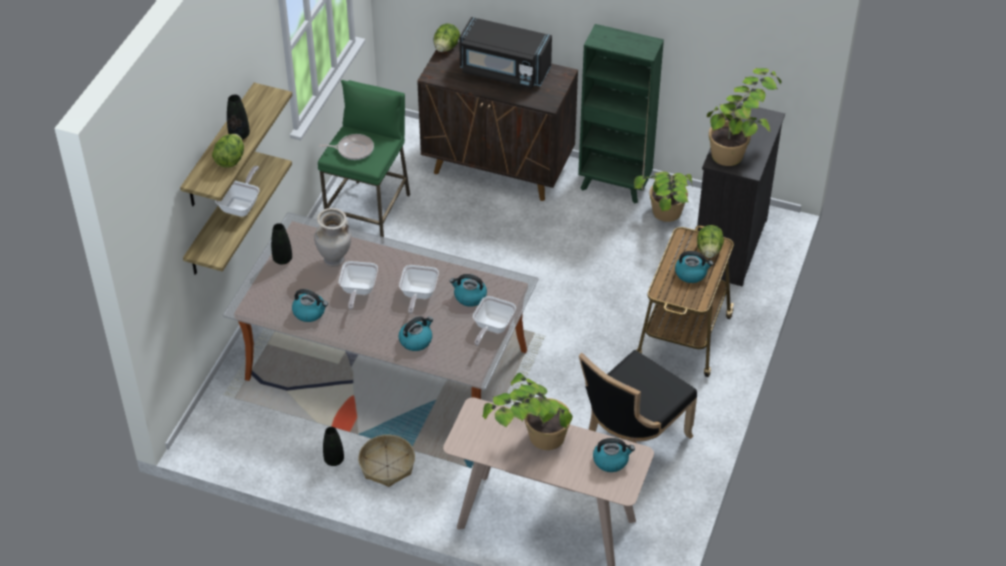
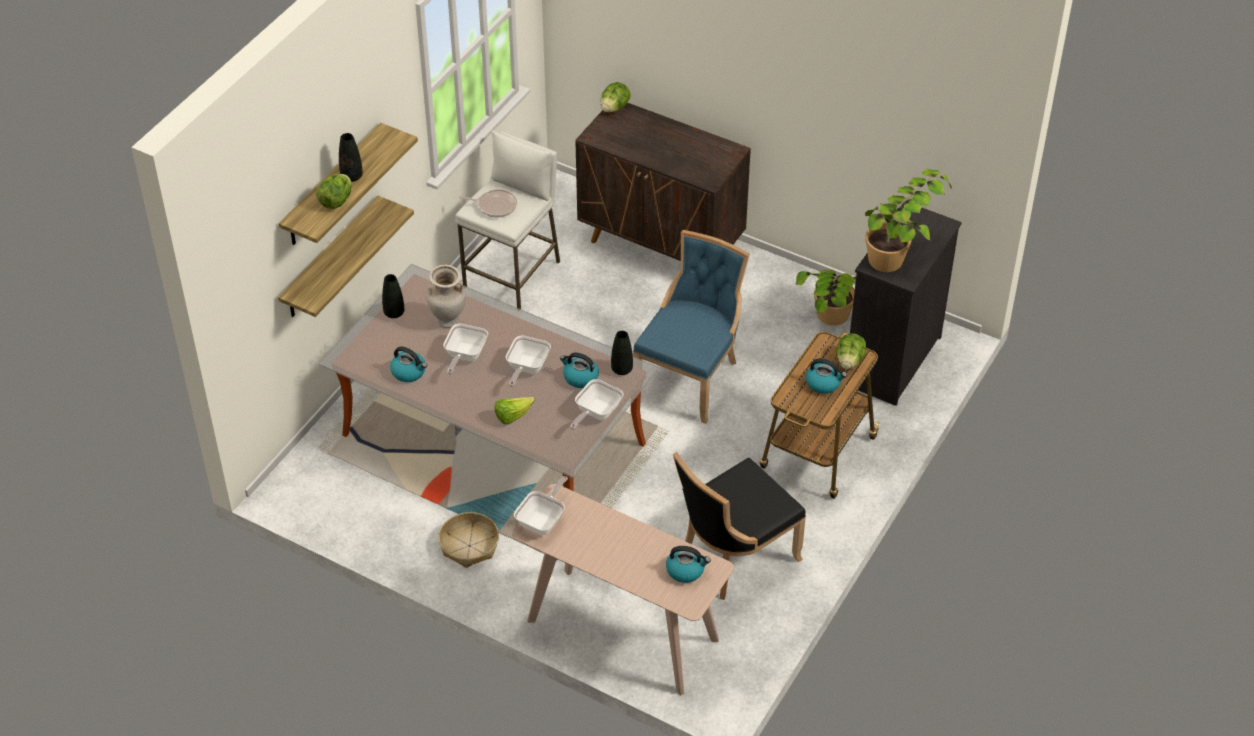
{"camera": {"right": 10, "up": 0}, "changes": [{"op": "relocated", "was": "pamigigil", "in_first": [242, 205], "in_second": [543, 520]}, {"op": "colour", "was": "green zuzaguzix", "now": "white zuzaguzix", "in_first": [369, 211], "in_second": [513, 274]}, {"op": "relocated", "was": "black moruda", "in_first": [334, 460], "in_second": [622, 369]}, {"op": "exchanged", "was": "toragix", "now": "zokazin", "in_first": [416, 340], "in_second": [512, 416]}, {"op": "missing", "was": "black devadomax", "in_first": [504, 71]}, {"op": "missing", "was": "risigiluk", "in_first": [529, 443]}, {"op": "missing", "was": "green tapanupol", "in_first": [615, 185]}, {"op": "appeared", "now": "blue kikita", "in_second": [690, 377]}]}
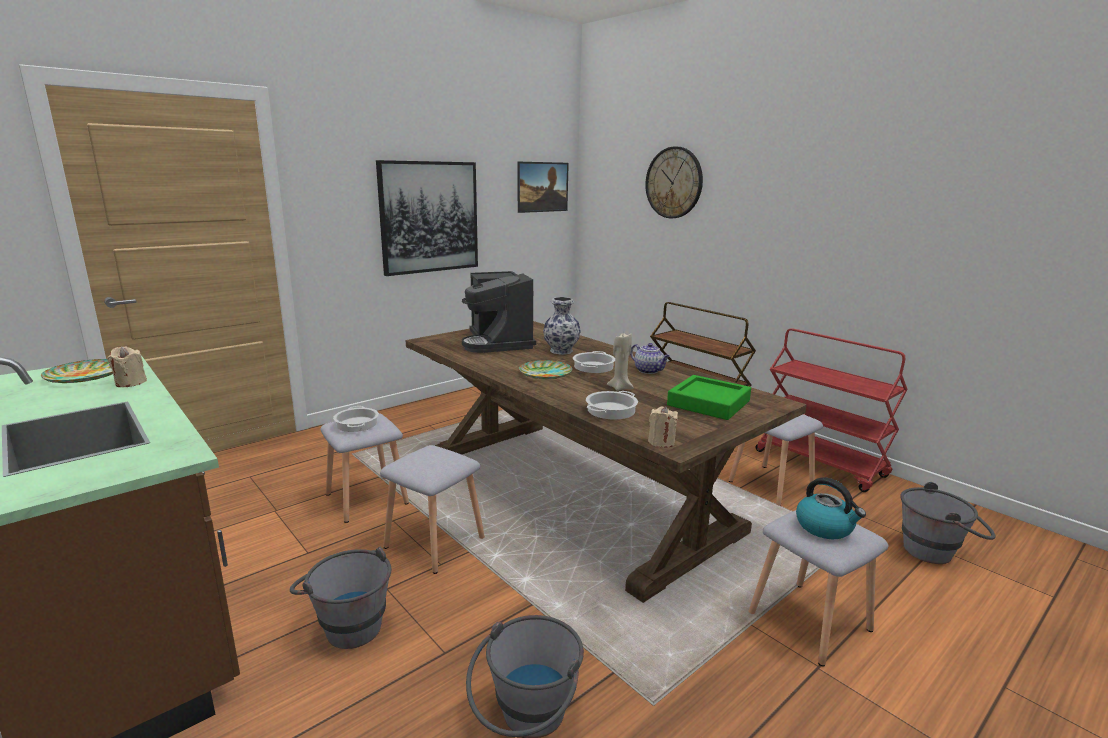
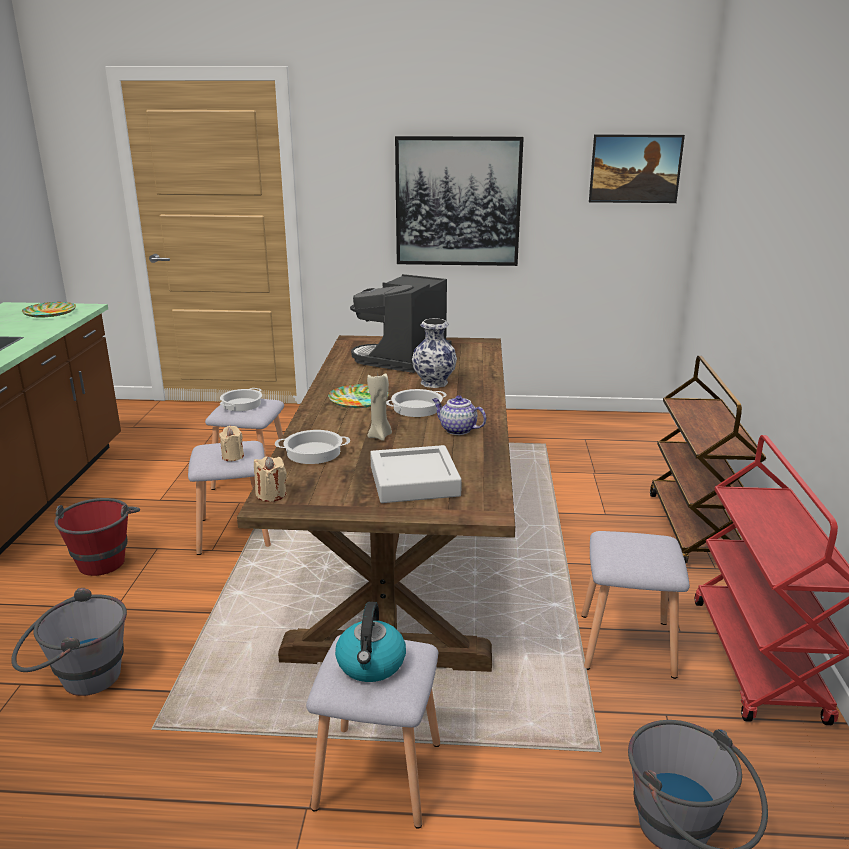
{"camera": {"right": 45, "up": 5}, "changes": [{"op": "relocated", "was": "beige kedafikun", "in_first": [130, 383], "in_second": [233, 456]}, {"op": "colour", "was": "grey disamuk", "now": "red disamuk", "in_first": [347, 624], "in_second": [104, 557]}, {"op": "spun", "was": "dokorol", "in_first": [649, 371], "in_second": [457, 430], "clockwise": 120}, {"op": "missing", "was": "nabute", "in_first": [674, 183]}, {"op": "colour", "was": "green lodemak", "now": "grey lodemak", "in_first": [708, 403], "in_second": [414, 481]}]}
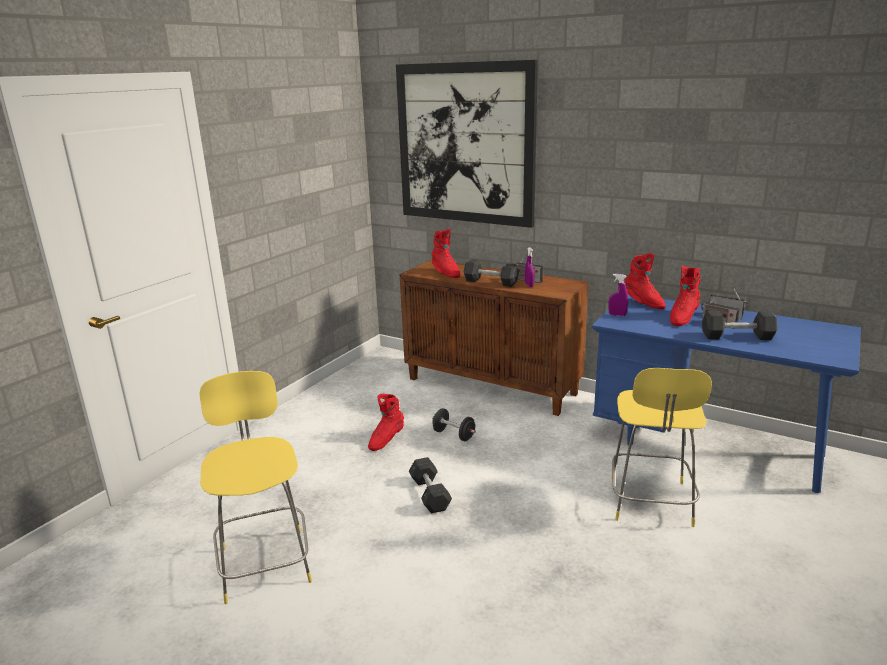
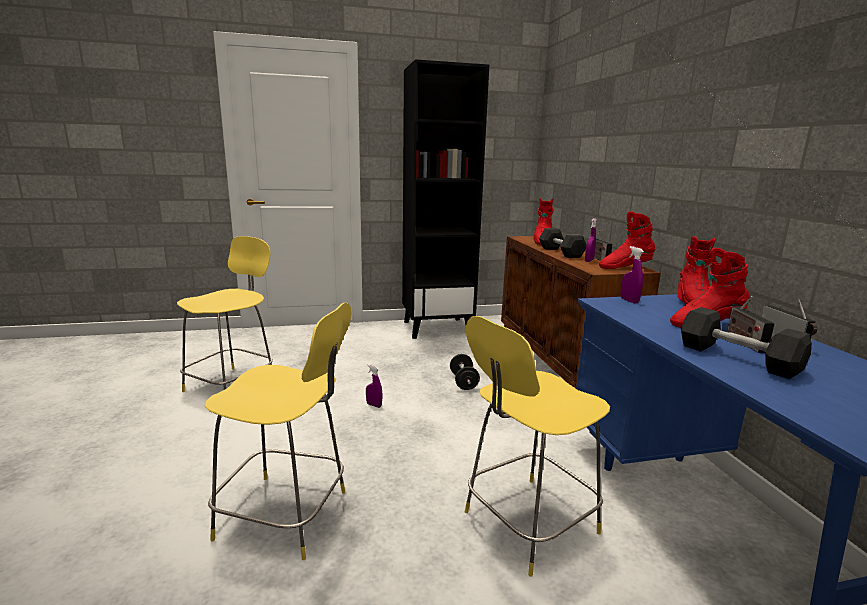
{"camera": {"right": 45, "up": -5}, "changes": [{"op": "relocated", "was": "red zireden", "in_first": [386, 440], "in_second": [624, 267]}, {"op": "missing", "was": "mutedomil", "in_first": [465, 144]}, {"op": "exchanged", "was": "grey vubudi", "now": "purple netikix", "in_first": [430, 494], "in_second": [374, 405]}, {"op": "appeared", "now": "yellow zuzaguzix", "in_second": [287, 515]}, {"op": "appeared", "now": "black tapanupol", "in_second": [437, 328]}]}
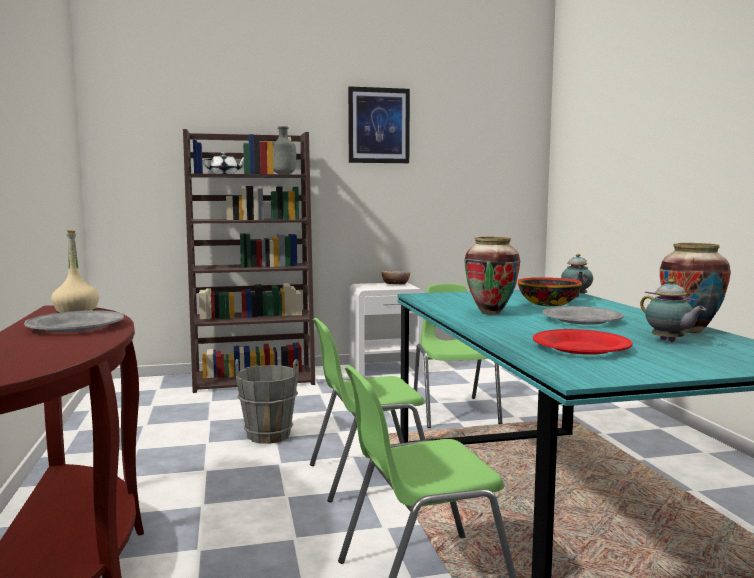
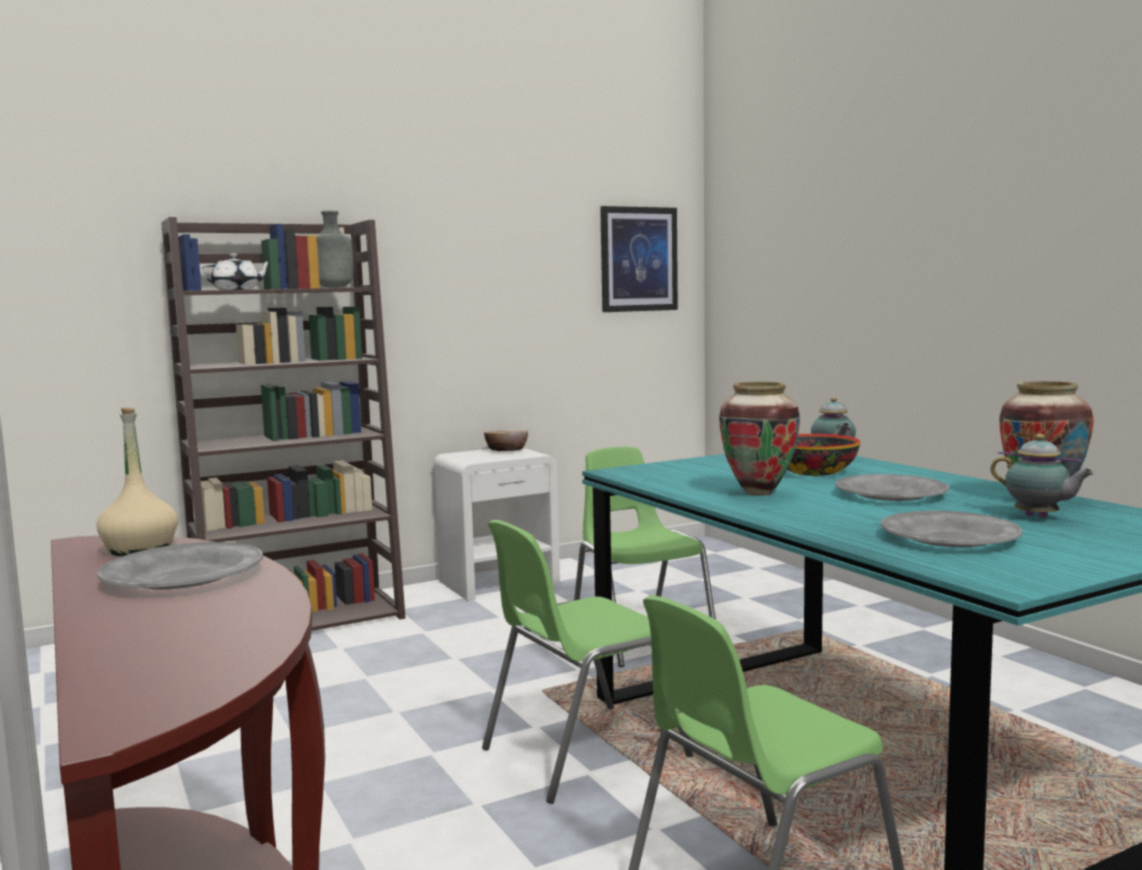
{"camera": {"right": -15, "up": 0}, "changes": [{"op": "missing", "was": "grey disamuk", "in_first": [268, 435]}, {"op": "relocated", "was": "mutedomil", "in_first": [378, 125], "in_second": [638, 259]}, {"op": "colour", "was": "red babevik", "now": "grey babevik", "in_first": [580, 348], "in_second": [949, 537]}]}
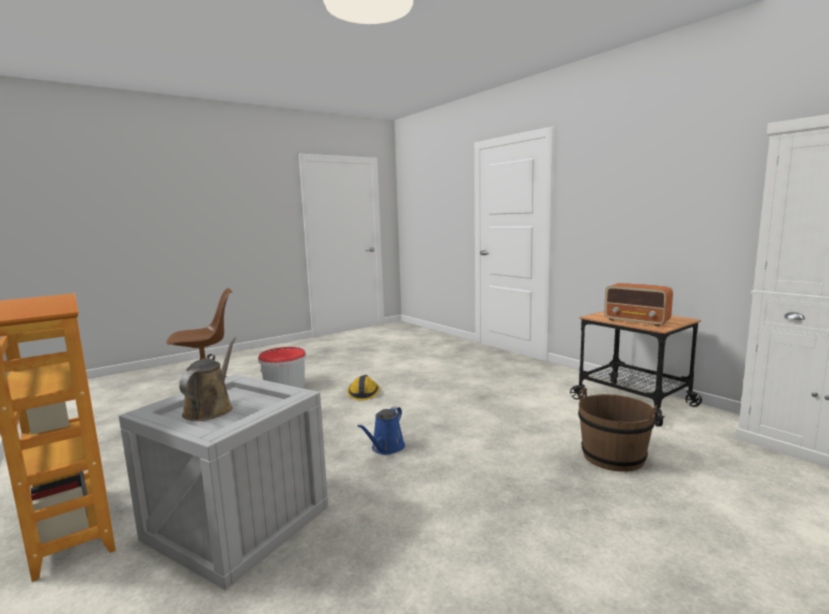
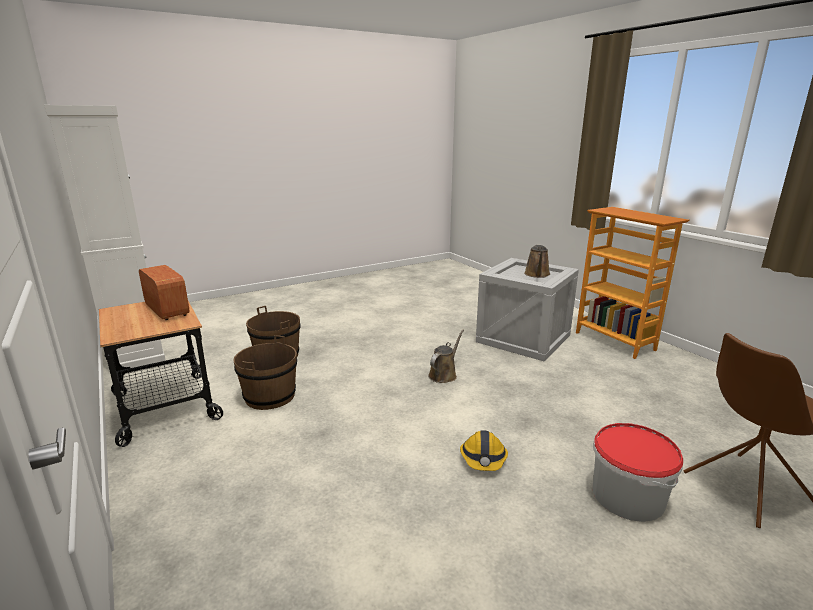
{"camera": {"right": -175, "up": 10}, "changes": [{"op": "colour", "was": "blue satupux", "now": "brown satupux", "in_first": [386, 448], "in_second": [444, 374]}, {"op": "appeared", "now": "brown disamuk", "in_second": [269, 396]}]}
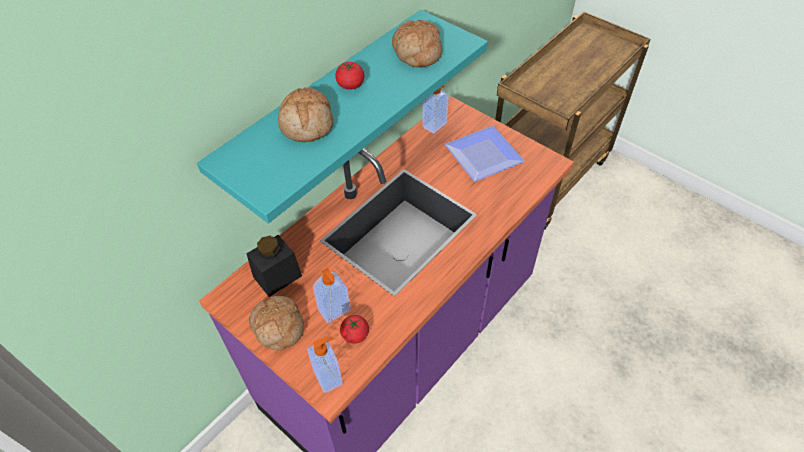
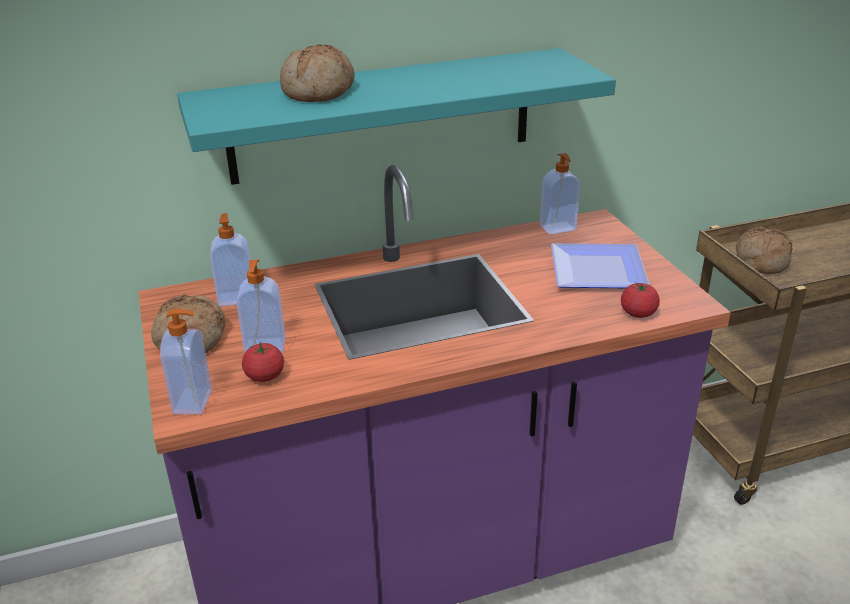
{"camera": {"right": 30, "up": -20}, "changes": [{"op": "exchanged", "was": "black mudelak", "now": "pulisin", "in_first": [277, 276], "in_second": [236, 298]}, {"op": "relocated", "was": "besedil", "in_first": [350, 85], "in_second": [638, 313]}, {"op": "relocated", "was": "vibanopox", "in_first": [416, 52], "in_second": [760, 261]}]}
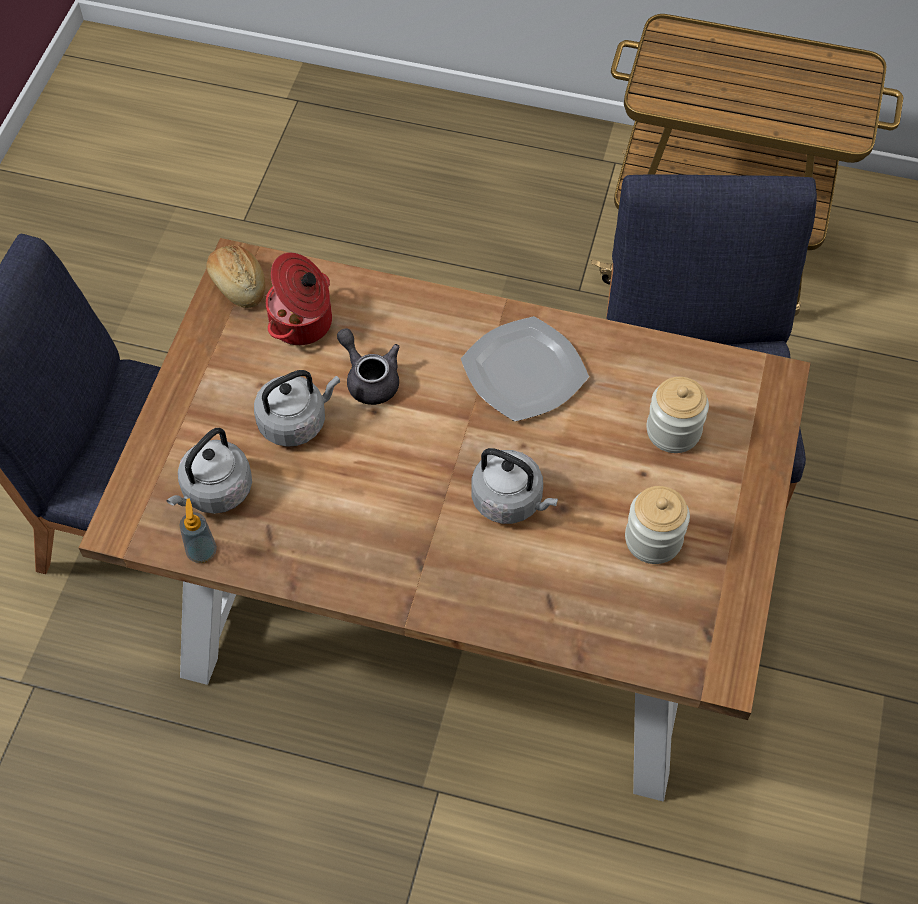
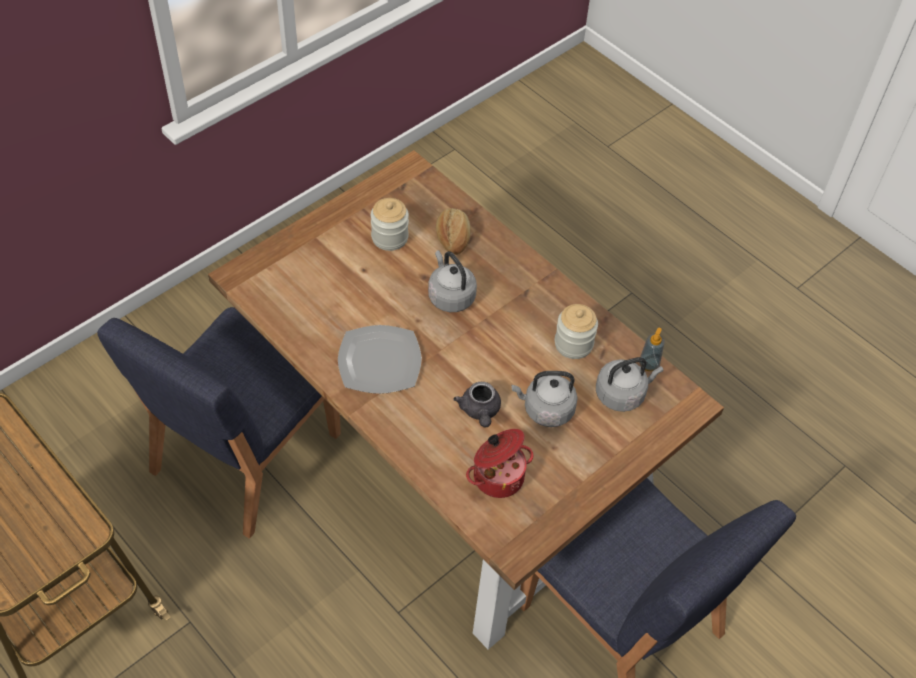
{"camera": {"right": -150, "up": -5}, "changes": [{"op": "relocated", "was": "vibanopox", "in_first": [238, 284], "in_second": [452, 238]}, {"op": "relocated", "was": "mudelak", "in_first": [673, 431], "in_second": [573, 344]}]}
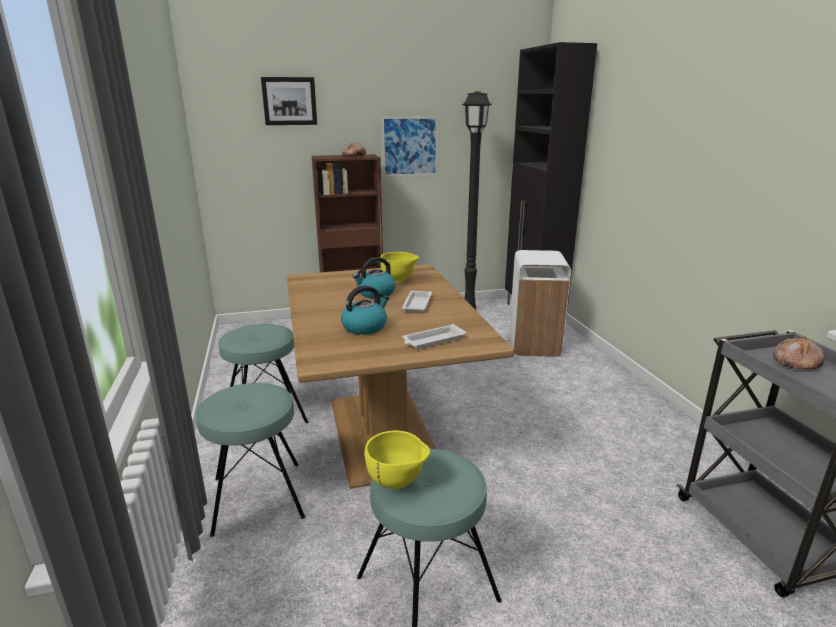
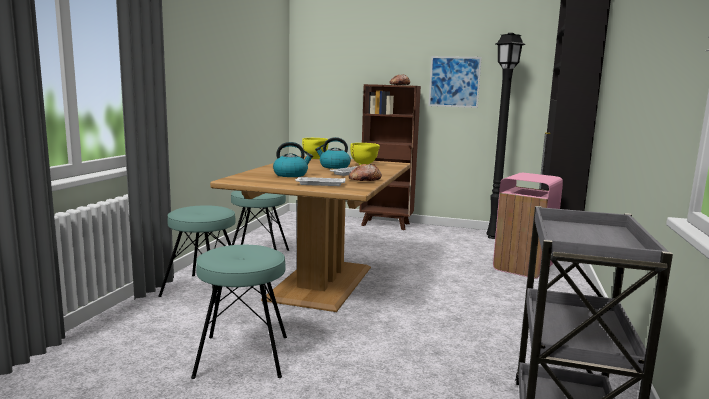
{"camera": {"right": 30, "up": -10}, "changes": [{"op": "missing", "was": "mutedomil", "in_first": [289, 101]}, {"op": "relocated", "was": "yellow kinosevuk", "in_first": [398, 484], "in_second": [316, 158]}, {"op": "colour", "was": "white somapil", "now": "pink somapil", "in_first": [534, 345], "in_second": [524, 267]}, {"op": "relocated", "was": "vibanopox", "in_first": [795, 362], "in_second": [364, 180]}]}
